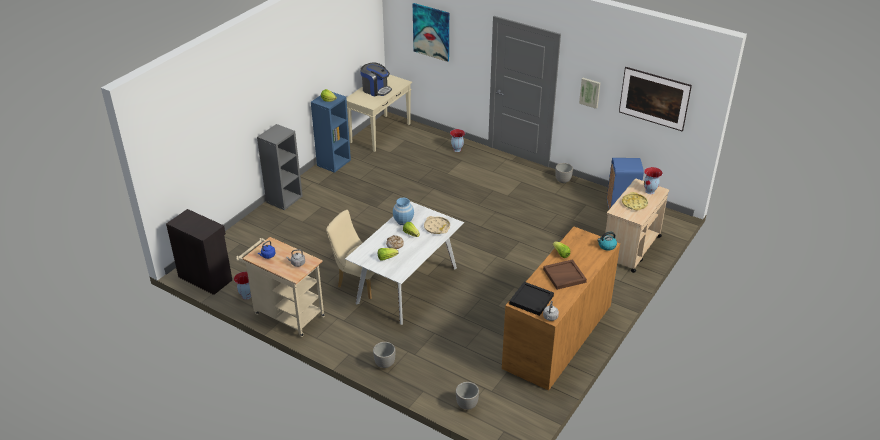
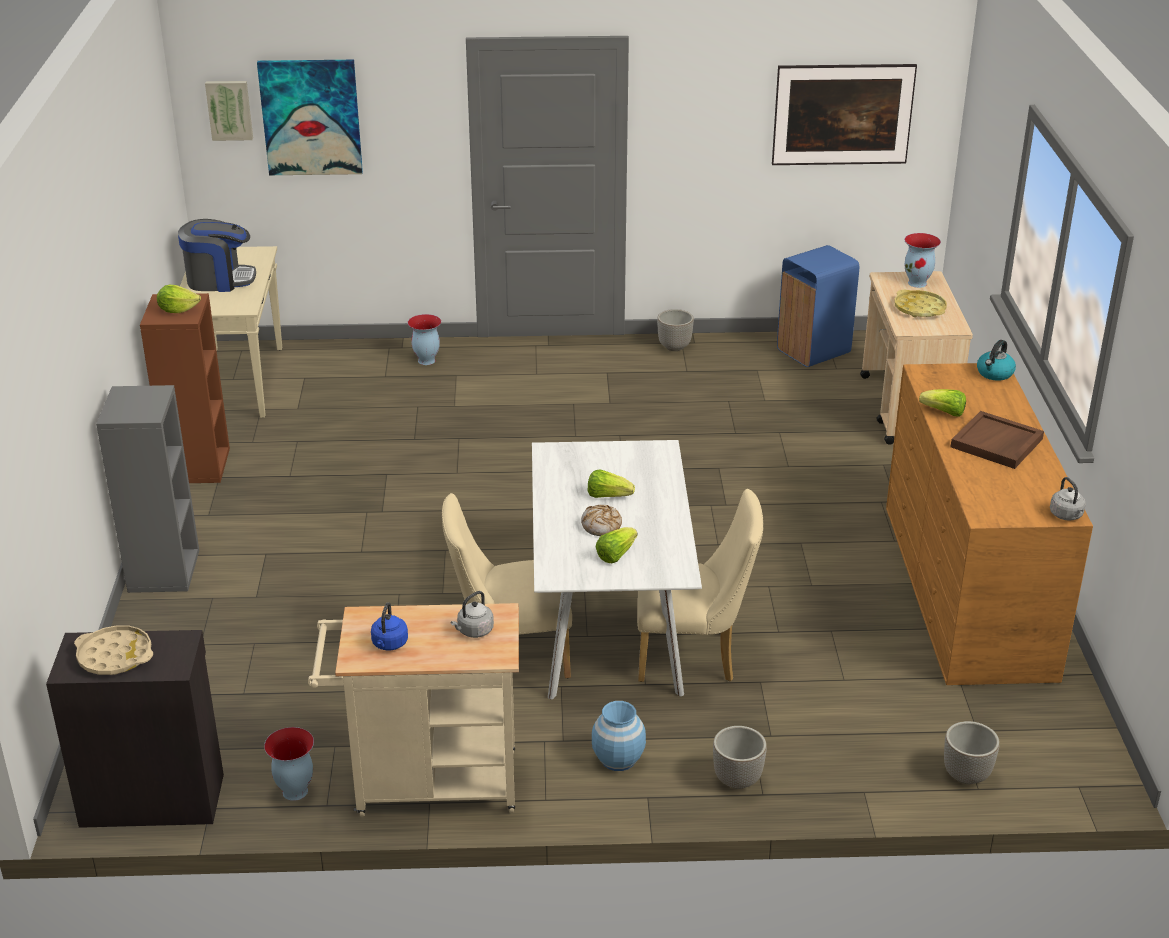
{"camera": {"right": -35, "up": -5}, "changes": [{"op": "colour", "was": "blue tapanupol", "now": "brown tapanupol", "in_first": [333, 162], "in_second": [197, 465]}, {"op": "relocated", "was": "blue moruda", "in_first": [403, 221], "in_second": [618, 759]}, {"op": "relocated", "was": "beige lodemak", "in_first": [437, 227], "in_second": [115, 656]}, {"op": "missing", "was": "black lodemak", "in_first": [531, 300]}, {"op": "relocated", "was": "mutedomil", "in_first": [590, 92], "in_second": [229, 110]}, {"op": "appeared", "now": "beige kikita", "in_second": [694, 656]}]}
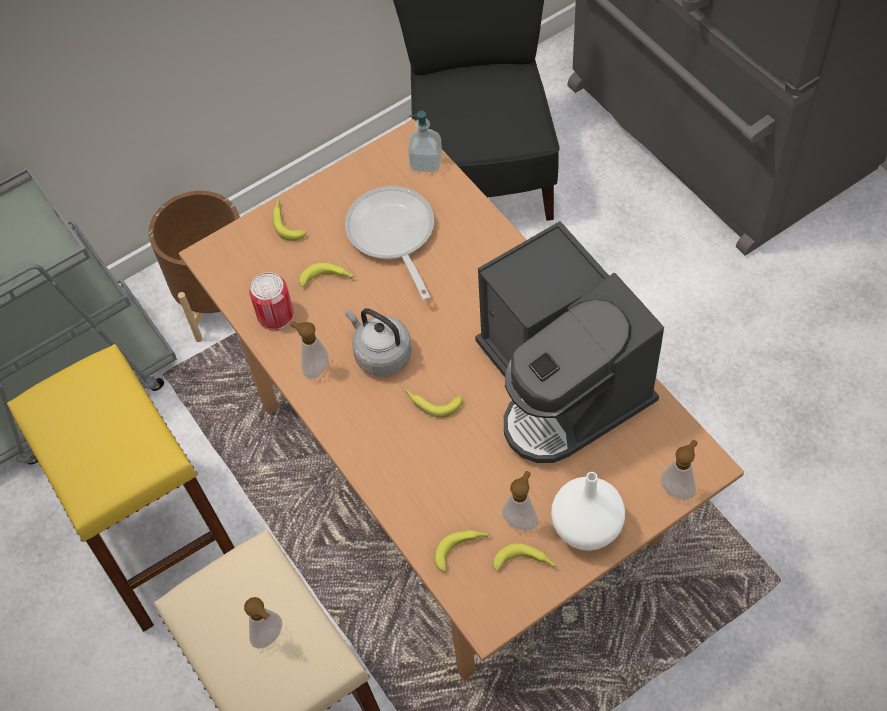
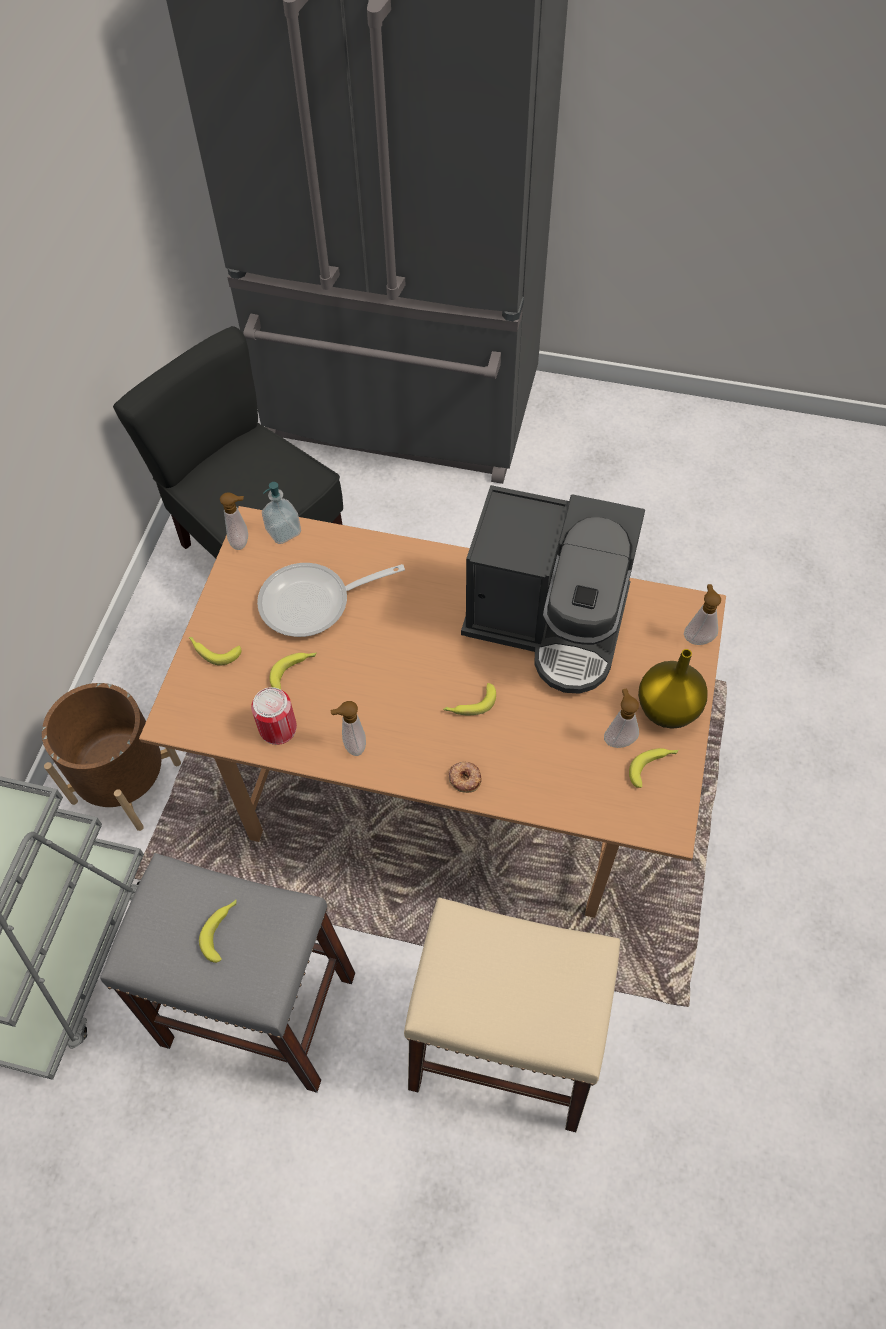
{"camera": {"right": -45, "up": 0}, "changes": [{"op": "colour", "was": "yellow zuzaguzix", "now": "grey zuzaguzix", "in_first": [159, 538], "in_second": [258, 1008]}, {"op": "relocated", "was": "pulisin", "in_first": [270, 637], "in_second": [242, 542]}, {"op": "spun", "was": "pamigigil", "in_first": [393, 236], "in_second": [313, 603], "clockwise": -45}, {"op": "missing", "was": "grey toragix", "in_first": [380, 354]}, {"op": "relocated", "was": "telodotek", "in_first": [462, 549], "in_second": [222, 930]}, {"op": "colour", "was": "white moruda", "now": "yellow moruda", "in_first": [585, 527], "in_second": [666, 710]}, {"op": "appeared", "now": "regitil", "in_second": [465, 778]}]}
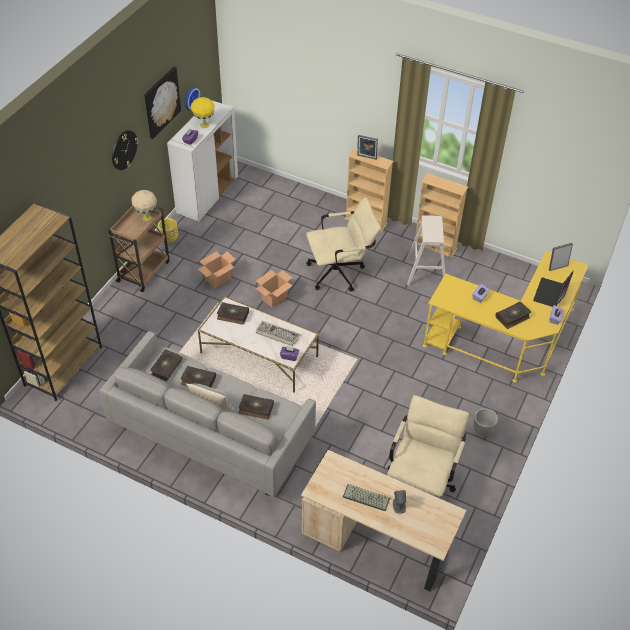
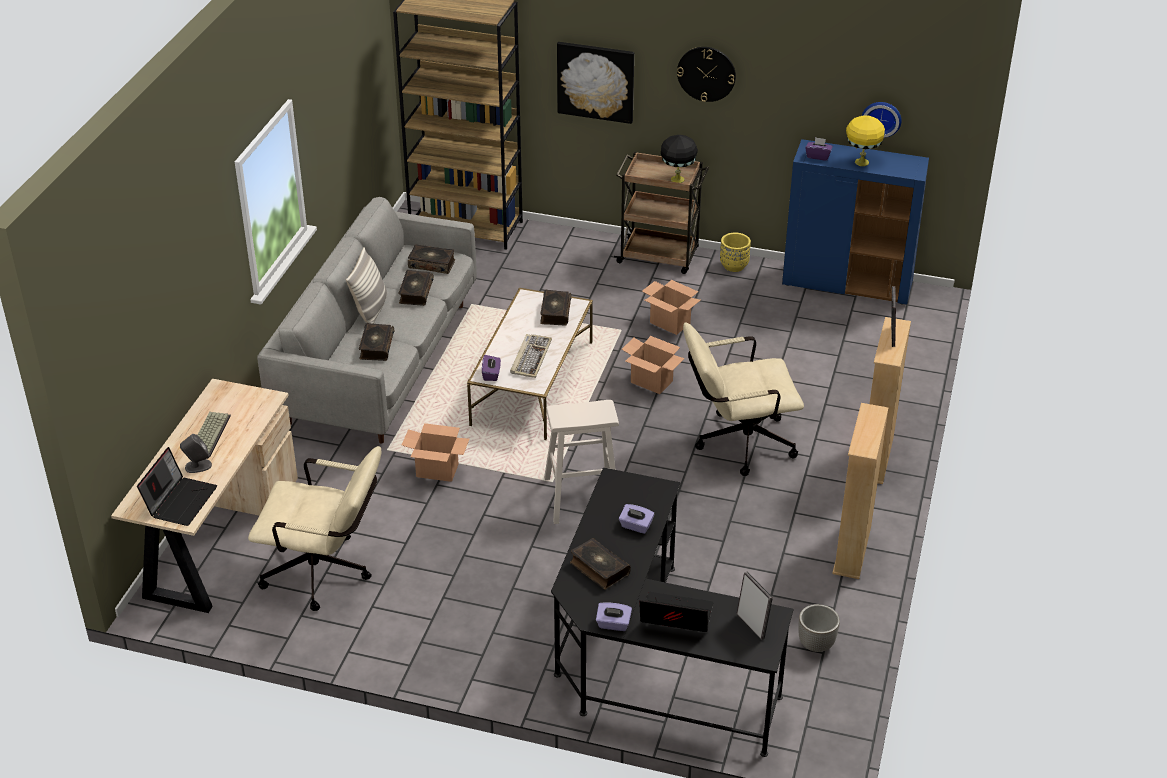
{"camera": {"right": 80, "up": -10}, "changes": [{"op": "colour", "was": "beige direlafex", "now": "black direlafex", "in_first": [146, 217], "in_second": [677, 179]}, {"op": "relocated", "was": "mutedomil", "in_first": [161, 102], "in_second": [596, 81]}, {"op": "colour", "was": "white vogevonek", "now": "blue vogevonek", "in_first": [207, 195], "in_second": [848, 284]}, {"op": "spun", "was": "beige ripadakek", "in_first": [340, 272], "in_second": [736, 443], "clockwise": 105}, {"op": "relocated", "was": "beige zuzaguzix", "in_first": [426, 272], "in_second": [582, 497]}, {"op": "colour", "was": "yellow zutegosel", "now": "black zutegosel", "in_first": [507, 341], "in_second": [649, 661]}, {"op": "relocated", "was": "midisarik", "in_first": [482, 430], "in_second": [815, 644]}, {"op": "appeared", "now": "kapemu", "in_second": [180, 500]}, {"op": "appeared", "now": "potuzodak", "in_second": [438, 470]}]}
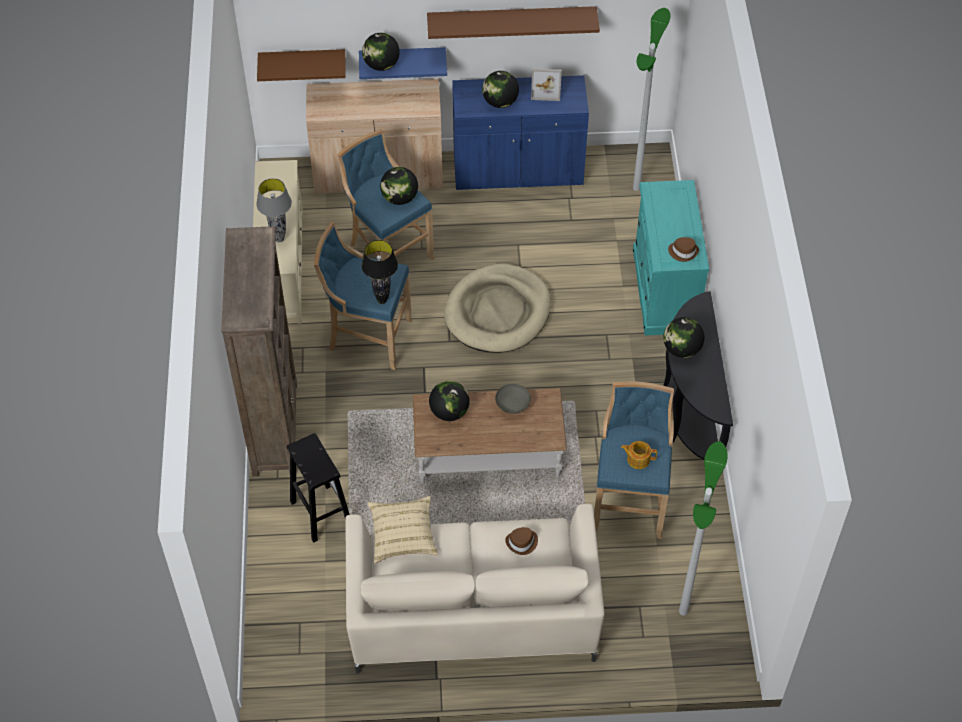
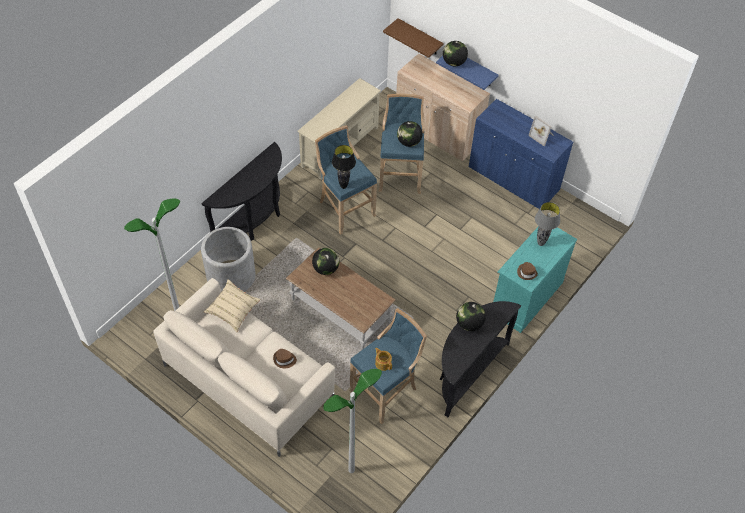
{"camera": {"right": 40, "up": 0}, "changes": [{"op": "exchanged", "was": "brown tapanupol", "now": "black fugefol", "in_first": [275, 428], "in_second": [254, 220]}, {"op": "relocated", "was": "grey direlafex", "in_first": [279, 239], "in_second": [541, 243]}, {"op": "exchanged", "was": "black zuzaguzix", "now": "grey midisarik", "in_first": [320, 512], "in_second": [231, 276]}, {"op": "missing", "was": "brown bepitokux", "in_first": [511, 20]}, {"op": "missing", "was": "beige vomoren", "in_first": [498, 312]}, {"op": "missing", "was": "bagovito", "in_first": [500, 102]}, {"op": "missing", "was": "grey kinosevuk", "in_first": [512, 406]}, {"op": "relocated", "was": "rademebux", "in_first": [636, 187], "in_second": [177, 309]}]}
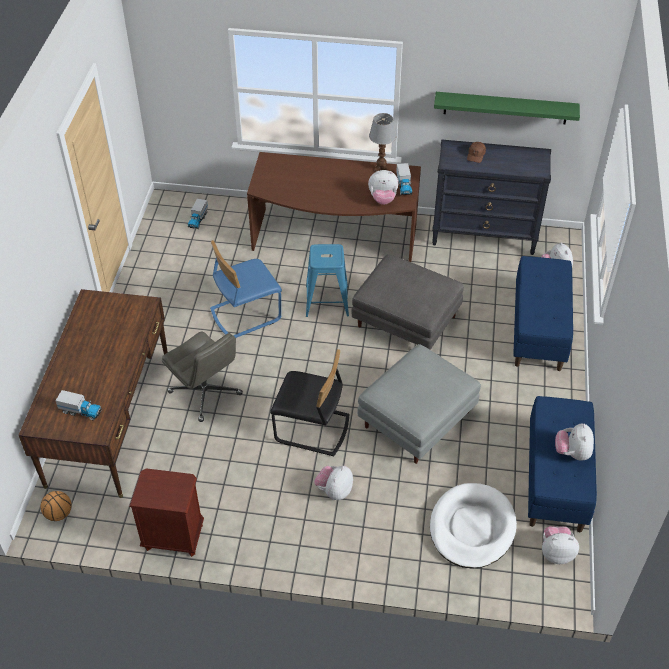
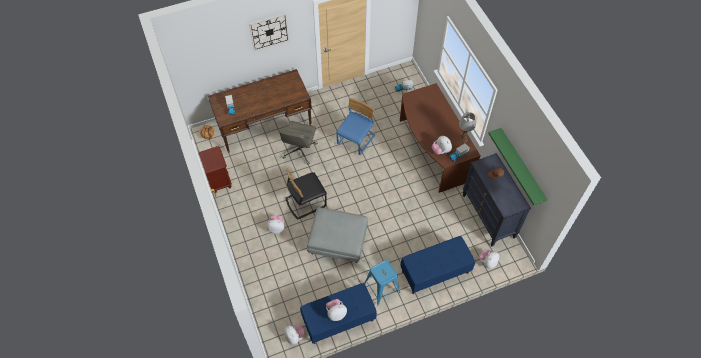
{"camera": {"right": 60, "up": 10}, "changes": [{"op": "spun", "was": "blue kikita", "in_first": [245, 314], "in_second": [356, 140], "clockwise": 90}, {"op": "spun", "was": "black kikita", "in_first": [312, 429], "in_second": [305, 202], "clockwise": 75}, {"op": "relocated", "was": "blue zuzaguzix", "in_first": [327, 301], "in_second": [382, 288]}, {"op": "missing", "was": "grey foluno", "in_first": [405, 321]}, {"op": "missing", "was": "white vomoren", "in_first": [472, 528]}, {"op": "appeared", "now": "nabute", "in_second": [269, 32]}]}
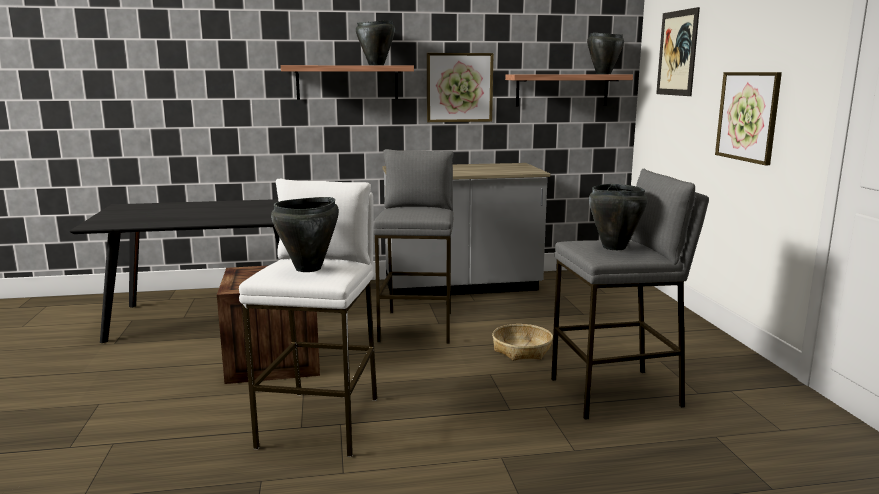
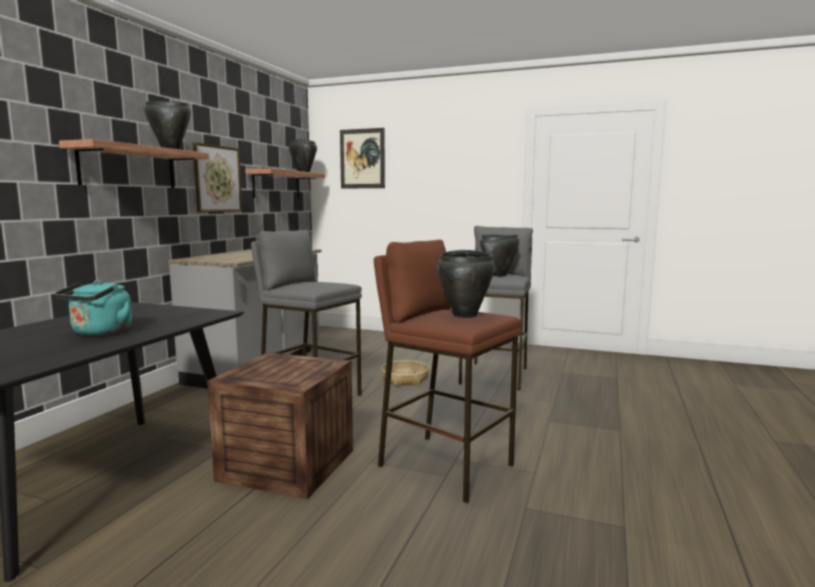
{"camera": {"right": -60, "up": -5}, "changes": [{"op": "colour", "was": "white zuzaguzix", "now": "brown zuzaguzix", "in_first": [322, 422], "in_second": [445, 465]}, {"op": "missing", "was": "mutedomil", "in_first": [748, 116]}, {"op": "appeared", "now": "turquoise toragix", "in_second": [100, 333]}]}
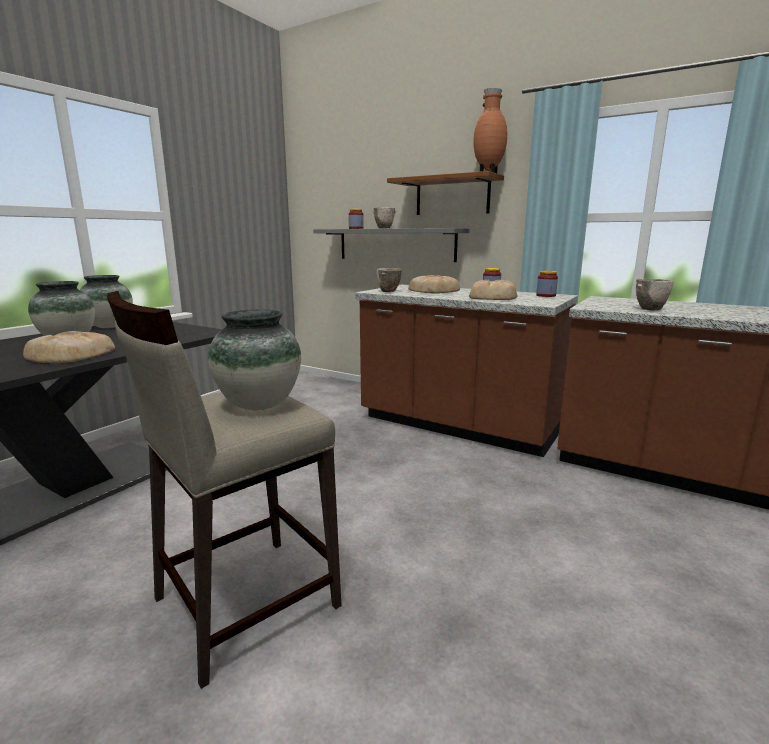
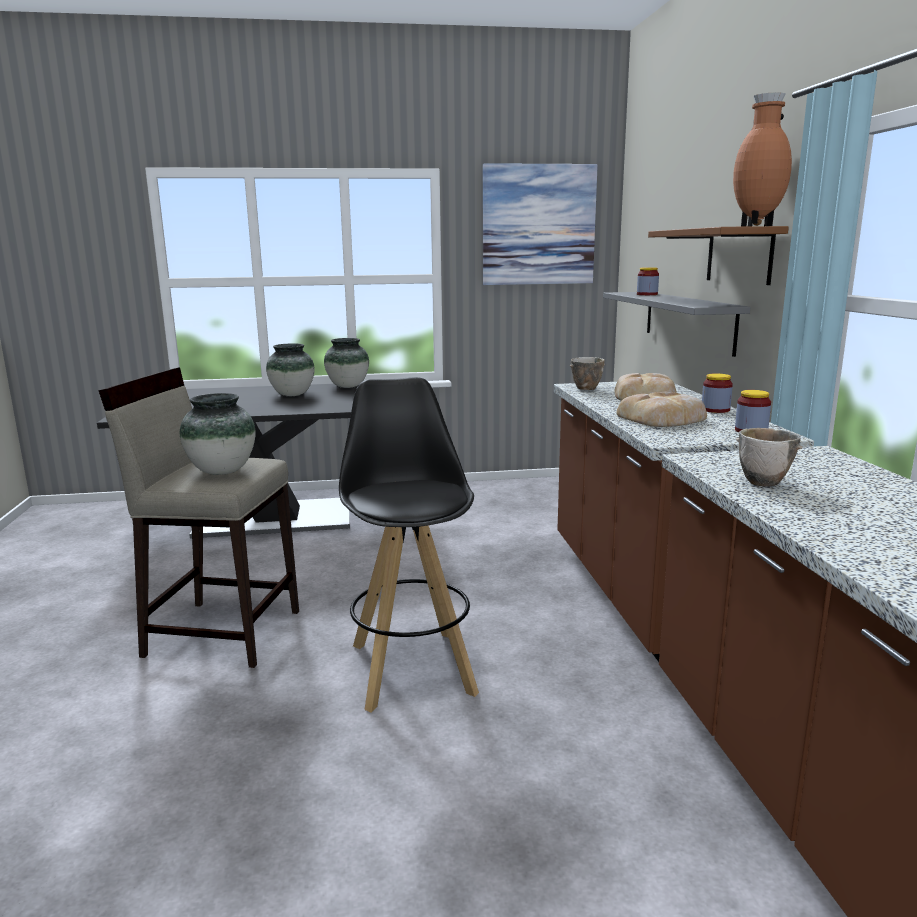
{"camera": {"right": 50, "up": 0}, "changes": [{"op": "missing", "was": "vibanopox", "in_first": [69, 355]}, {"op": "missing", "was": "kinosevuk", "in_first": [385, 228]}, {"op": "appeared", "now": "black zuzaguzix", "in_second": [412, 667]}, {"op": "appeared", "now": "mutedomil", "in_second": [538, 225]}]}
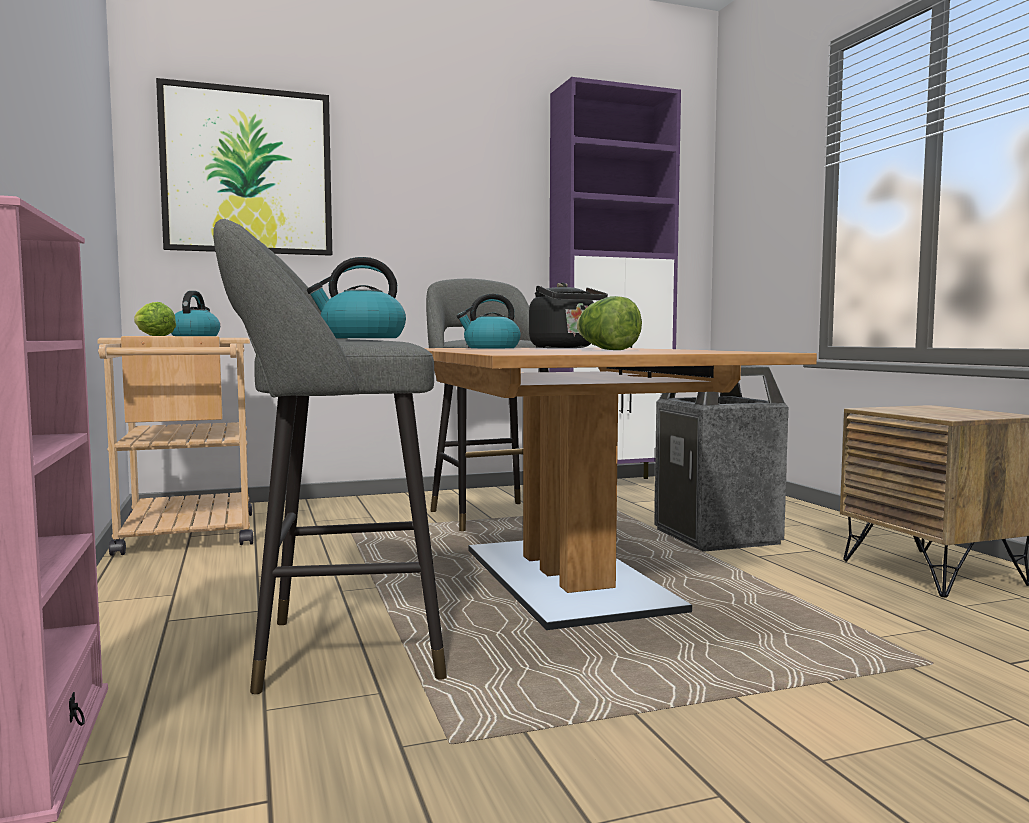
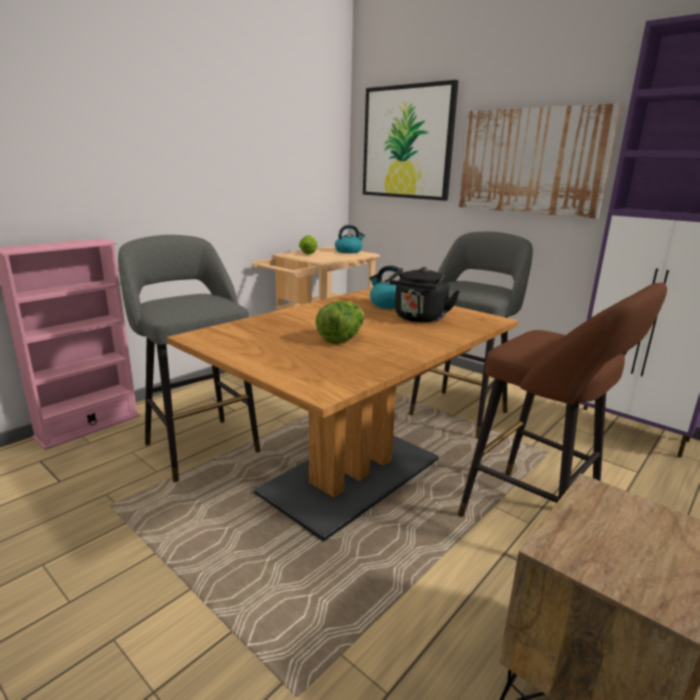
{"camera": {"right": 60, "up": 15}, "changes": [{"op": "missing", "was": "toragix", "in_first": [362, 338]}, {"op": "exchanged", "was": "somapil", "now": "brown zuzaguzix", "in_first": [717, 537], "in_second": [536, 519]}, {"op": "appeared", "now": "mutedomil", "in_second": [531, 161]}]}
